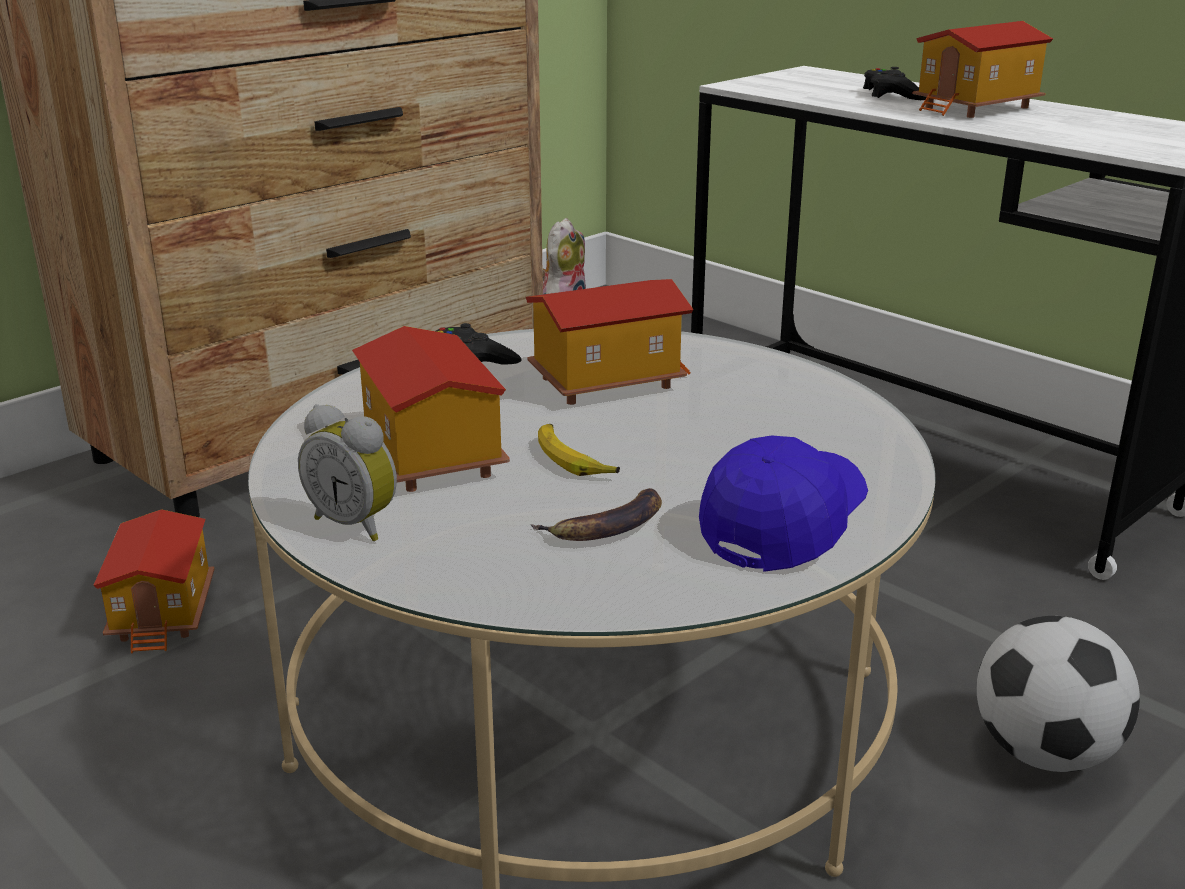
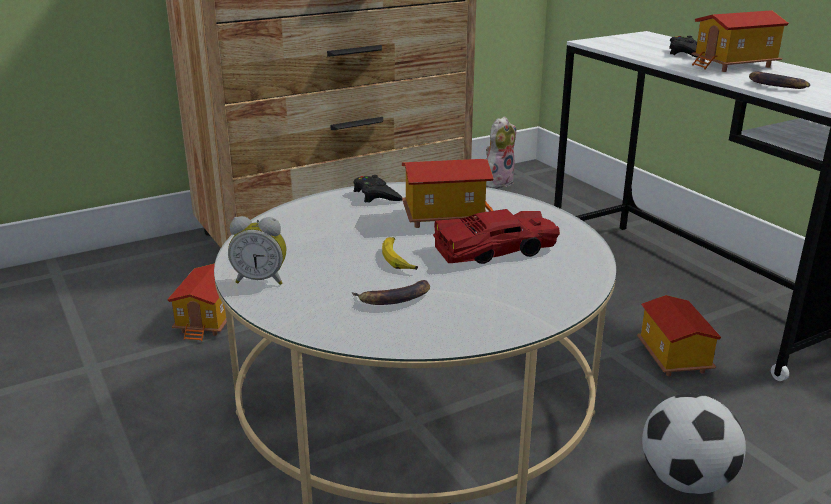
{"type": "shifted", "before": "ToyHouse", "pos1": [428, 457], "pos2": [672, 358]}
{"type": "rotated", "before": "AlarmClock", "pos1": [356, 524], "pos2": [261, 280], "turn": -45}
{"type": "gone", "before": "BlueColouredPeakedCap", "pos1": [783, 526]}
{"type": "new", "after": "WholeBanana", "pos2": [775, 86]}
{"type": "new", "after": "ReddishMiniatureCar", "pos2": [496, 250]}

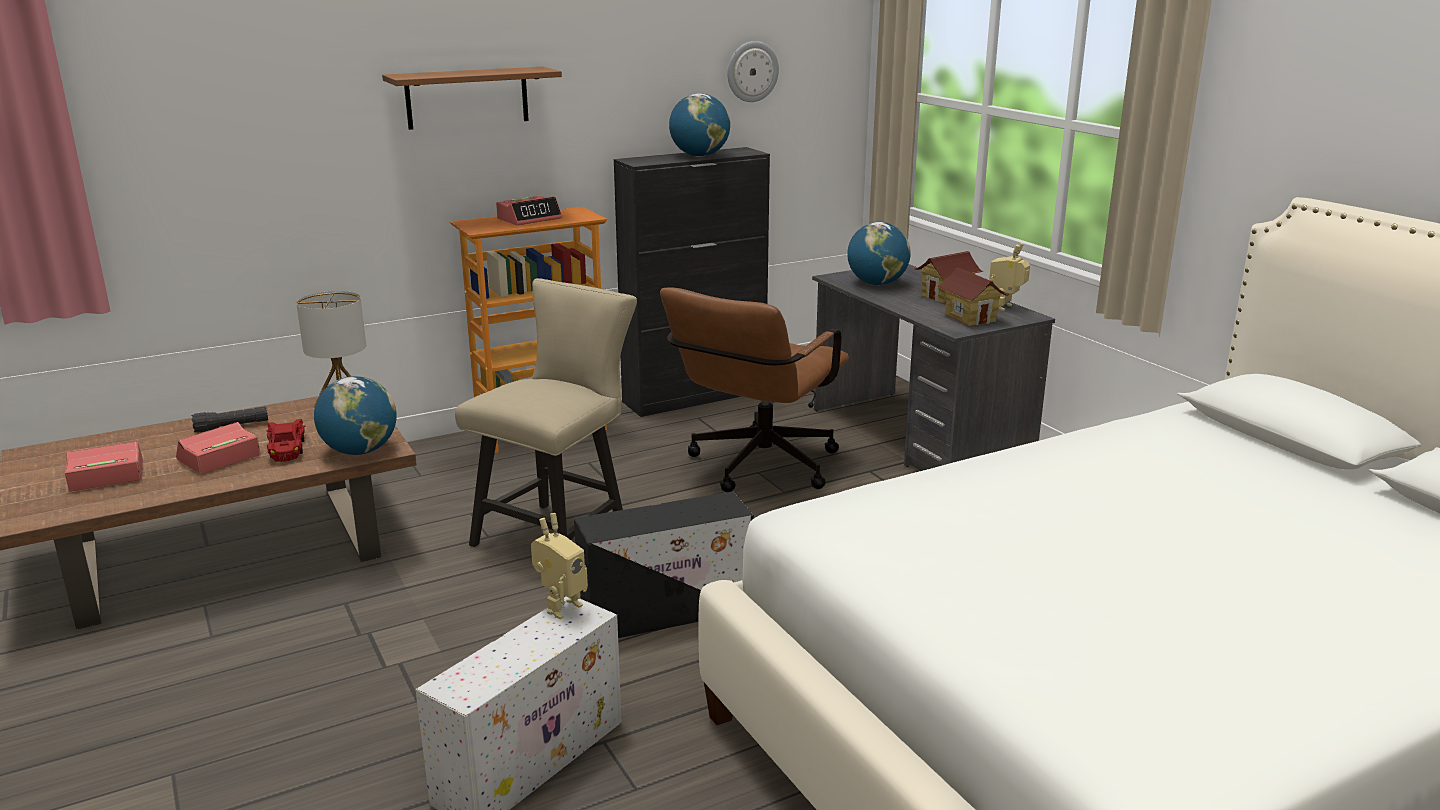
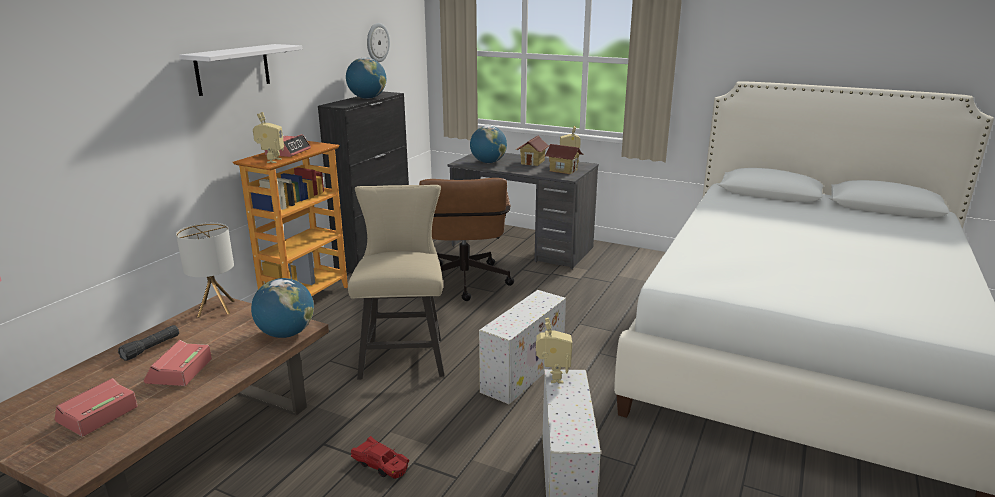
{"type": "repainted", "before": "BrownColouredBracketShelf", "after": "WhiteBracketShelf", "pos1": [467, 97], "pos2": [233, 69]}
{"type": "shifted", "before": "ReddishMiniatureCar", "pos1": [286, 449], "pos2": [381, 464]}
{"type": "repainted", "before": "BlackStorageBox", "after": "WhiteStorageBox", "pos1": [668, 612], "pos2": [524, 372]}
{"type": "new", "after": "ToyRobot", "pos2": [271, 160]}

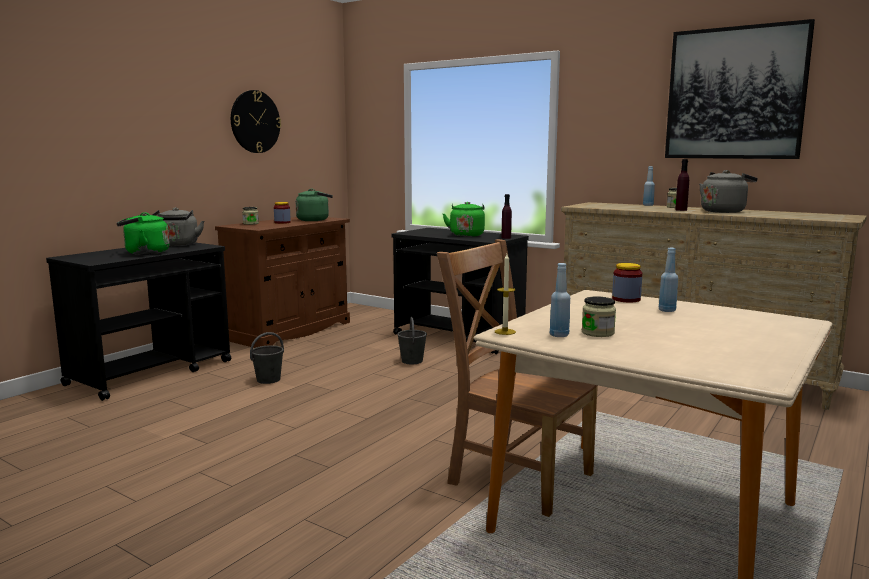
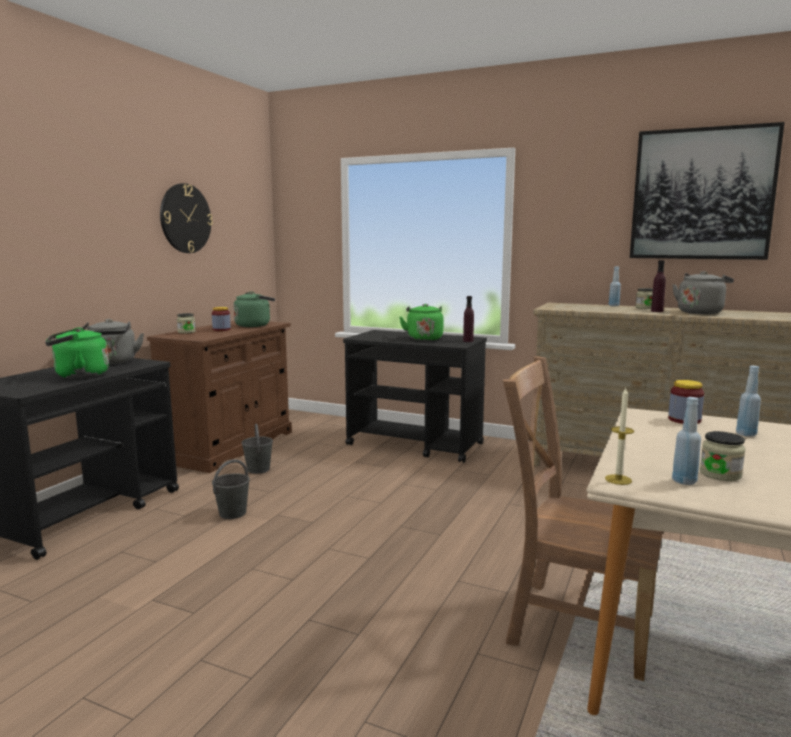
{"type": "shifted", "before": "GreyishWaterBucket", "pos1": [412, 361], "pos2": [258, 469]}

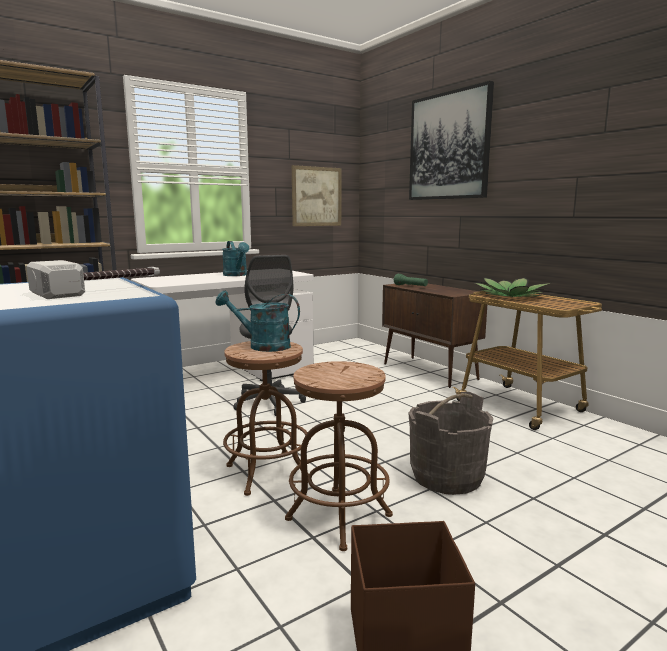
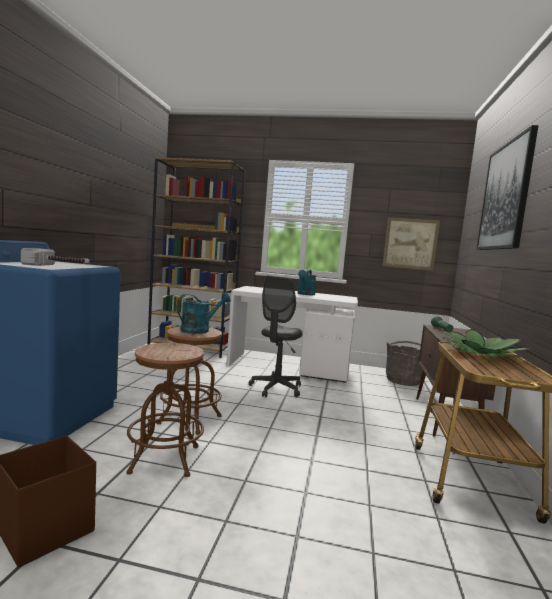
{"type": "rotated", "before": "TurquoiseWateringPot", "pos1": [262, 346], "pos2": [199, 330], "turn": 75}
{"type": "shifted", "before": "GreyishWaterBucket", "pos1": [446, 476], "pos2": [403, 380]}

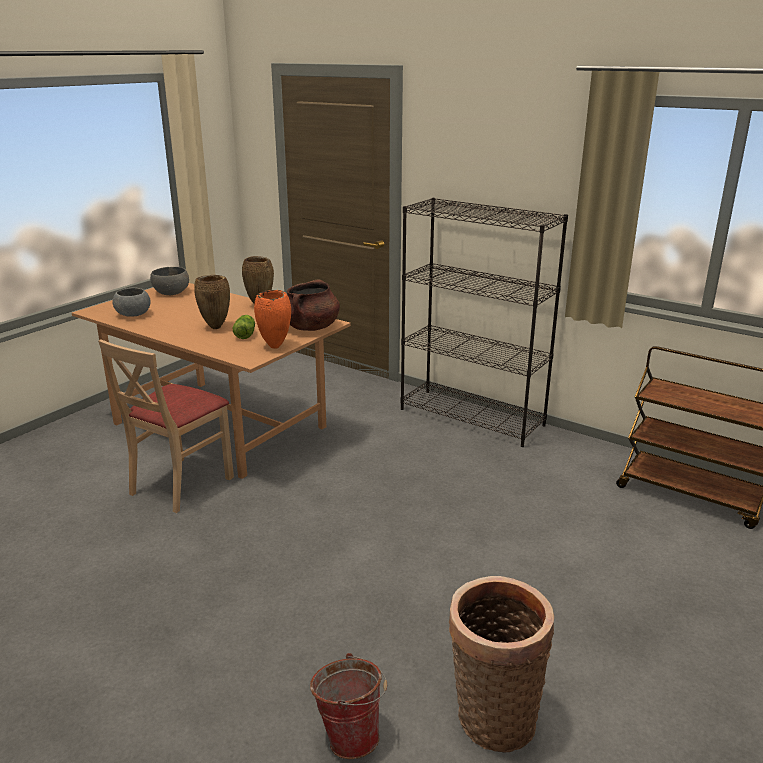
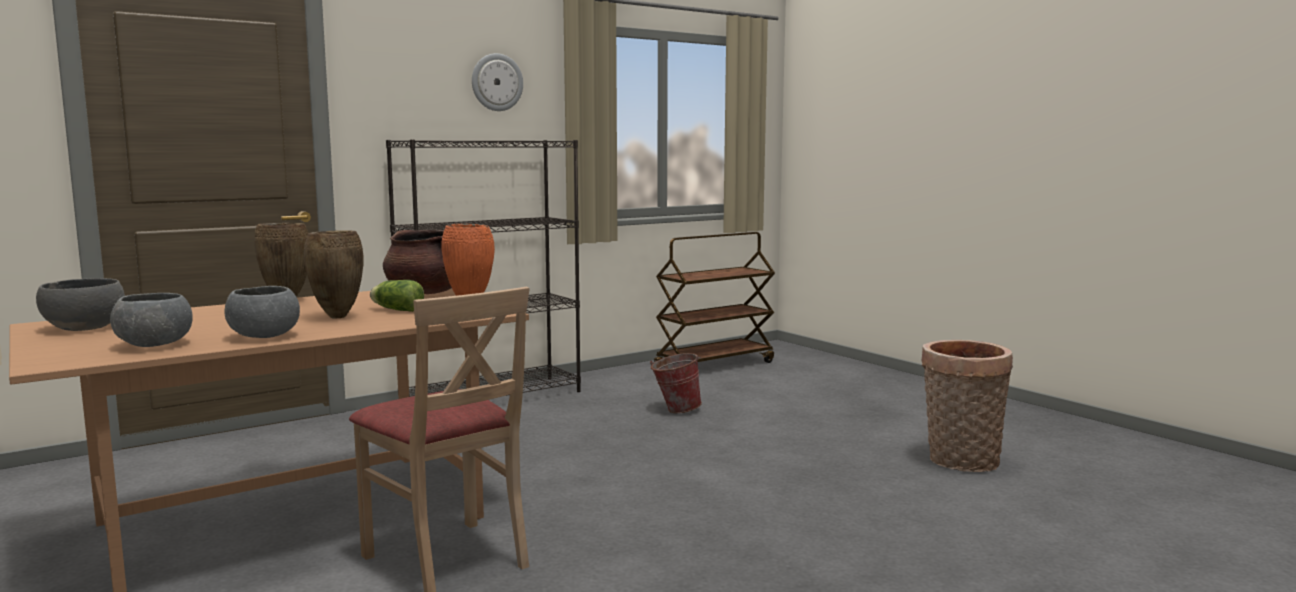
{"type": "shifted", "before": "WaterBucket", "pos1": [350, 734], "pos2": [675, 410]}
{"type": "new", "after": "WallClock", "pos2": [496, 82]}
{"type": "new", "after": "GreyishBowl", "pos2": [264, 336]}

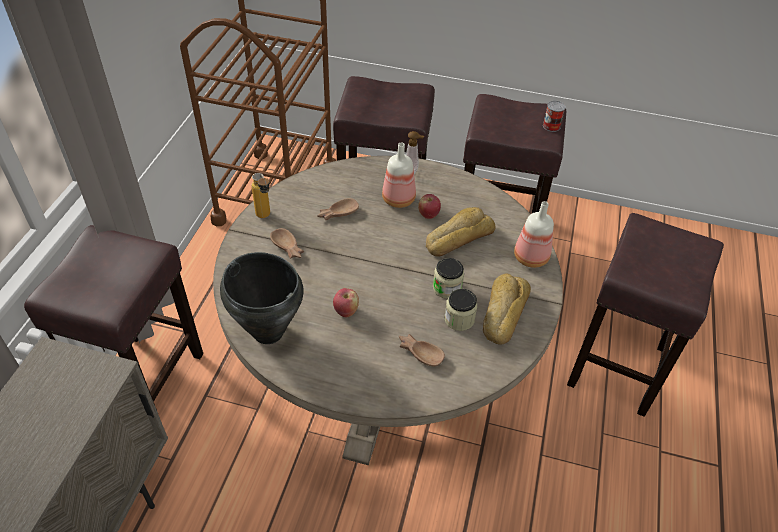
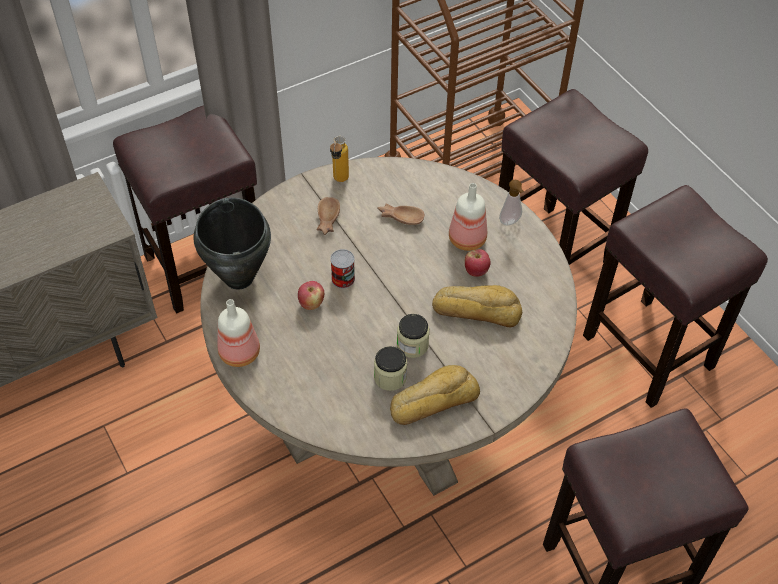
{"type": "shifted", "before": "Can", "pos1": [551, 126], "pos2": [343, 279]}
{"type": "shifted", "before": "Bottle", "pos1": [530, 256], "pos2": [240, 352]}
{"type": "gone", "before": "BrownColouredBowl", "pos1": [420, 352]}

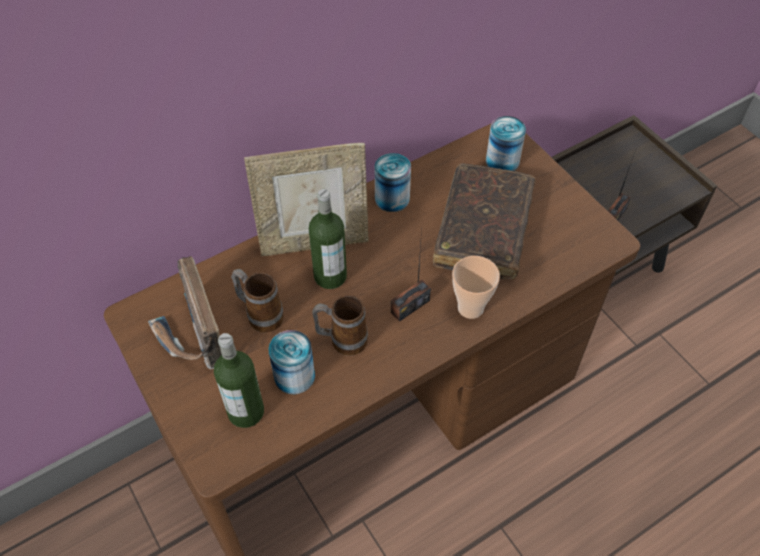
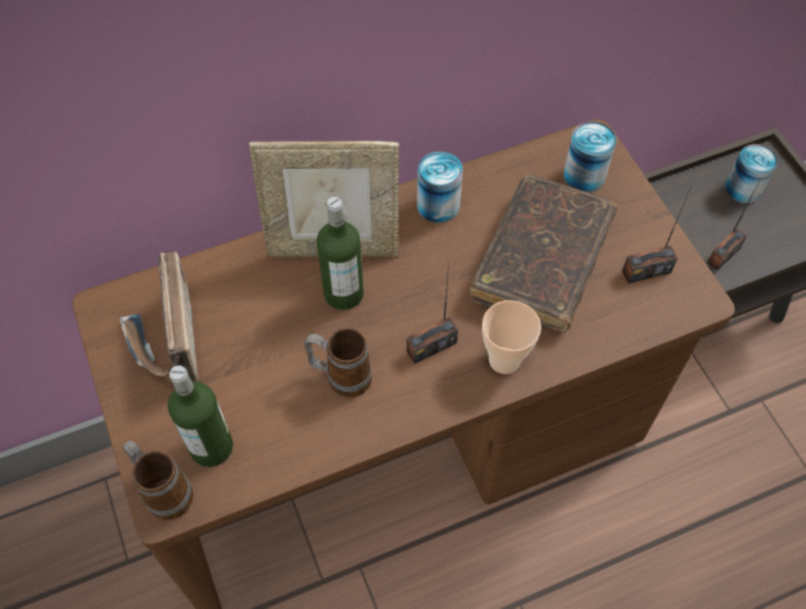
{"type": "shifted", "before": "Mug", "pos1": [260, 314], "pos2": [164, 491]}
{"type": "shifted", "before": "Can", "pos1": [294, 376], "pos2": [743, 189]}
{"type": "new", "after": "Radio", "pos2": [646, 271]}

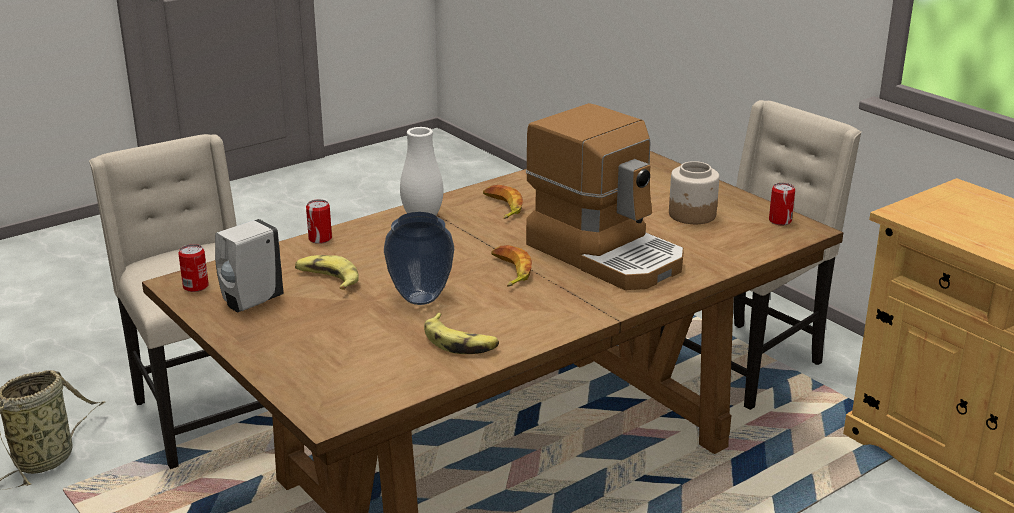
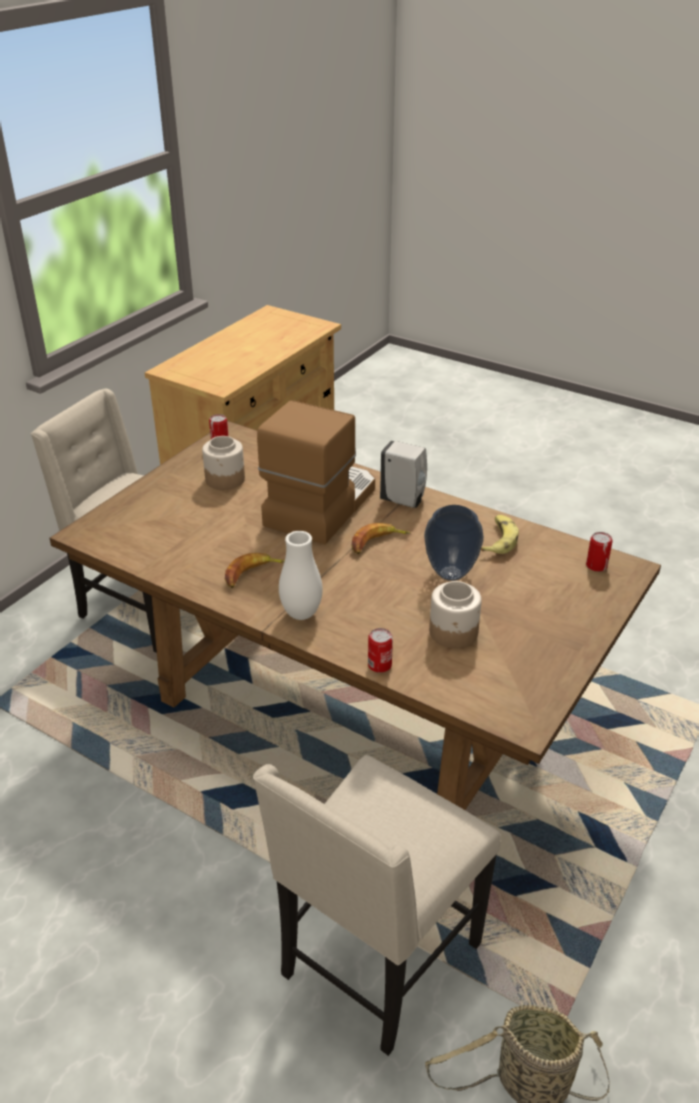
{"type": "shifted", "before": "WhiteSoapBottle", "pos1": [250, 302], "pos2": [404, 500]}
{"type": "shifted", "before": "Can", "pos1": [195, 286], "pos2": [596, 566]}
{"type": "swapped", "before": "WholeBanana", "after": "PreserveJar", "pos1": [327, 279], "pos2": [454, 632]}

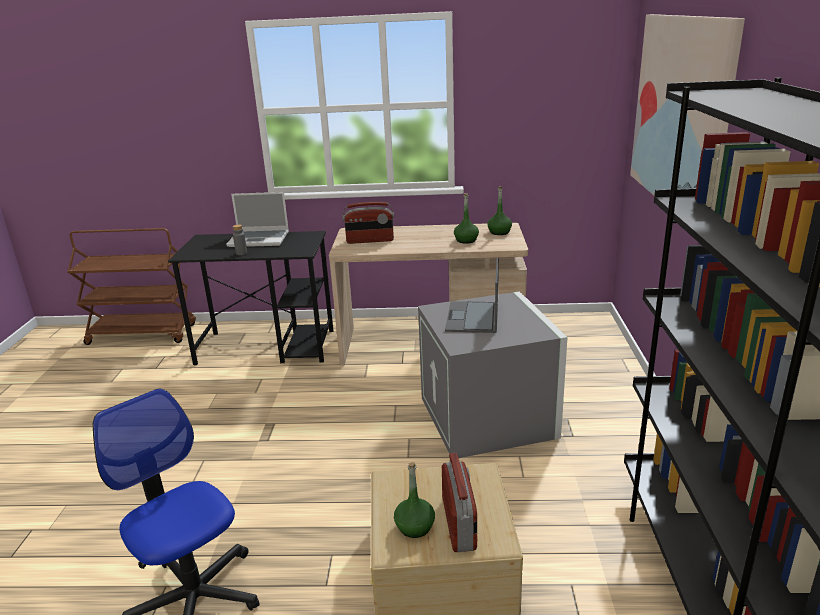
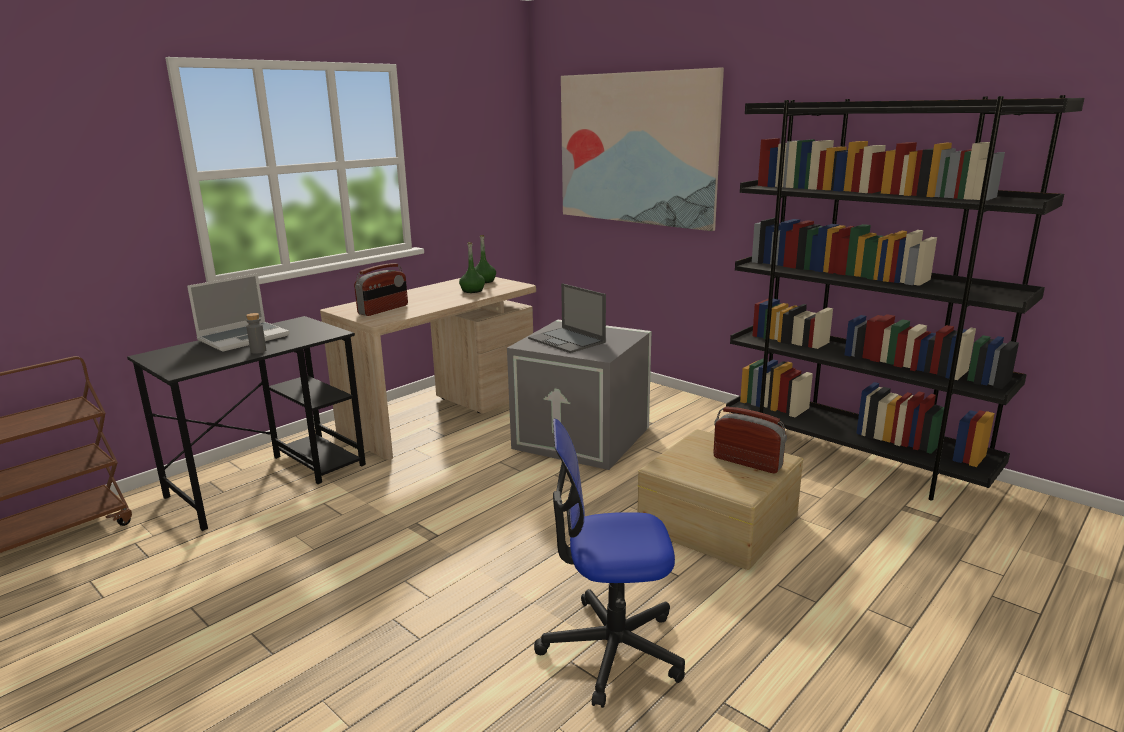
{"type": "gone", "before": "GreenColouredBottle", "pos1": [414, 527]}

